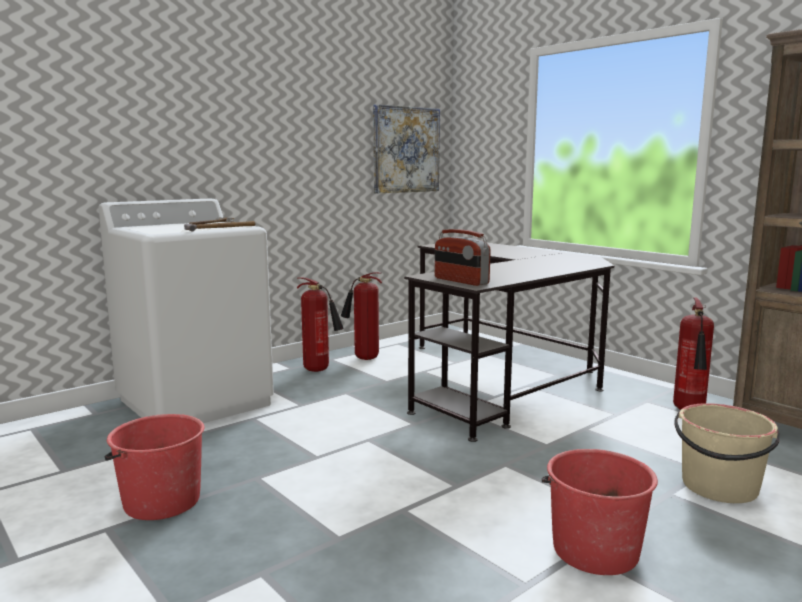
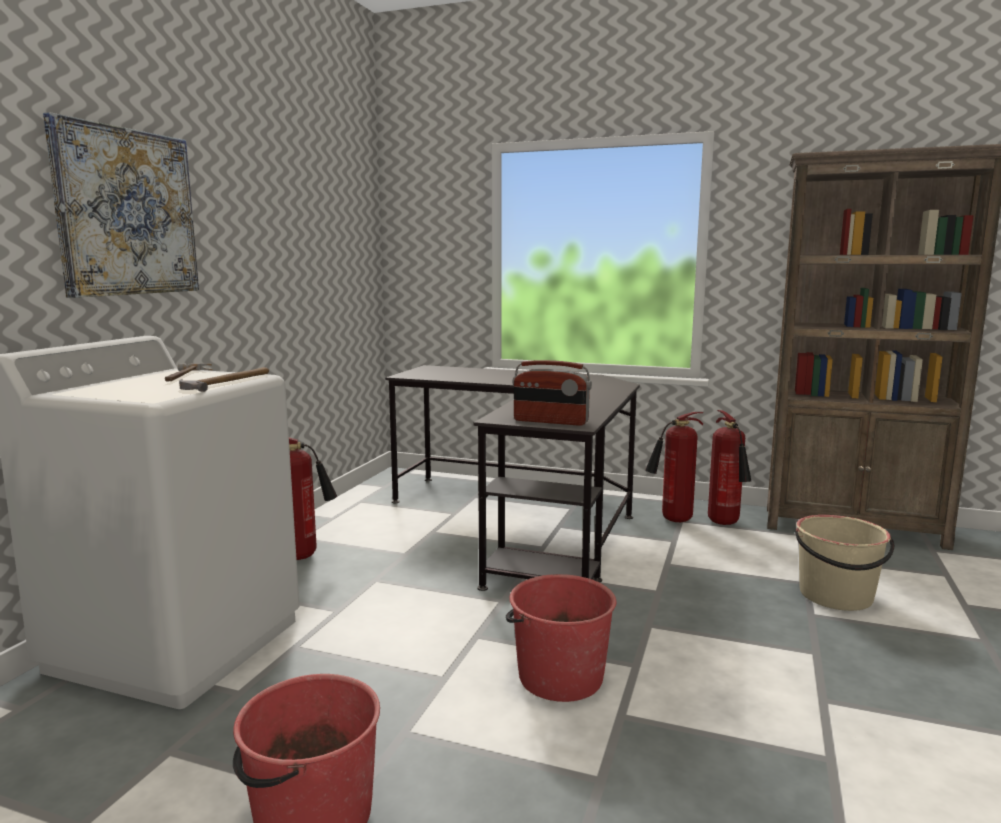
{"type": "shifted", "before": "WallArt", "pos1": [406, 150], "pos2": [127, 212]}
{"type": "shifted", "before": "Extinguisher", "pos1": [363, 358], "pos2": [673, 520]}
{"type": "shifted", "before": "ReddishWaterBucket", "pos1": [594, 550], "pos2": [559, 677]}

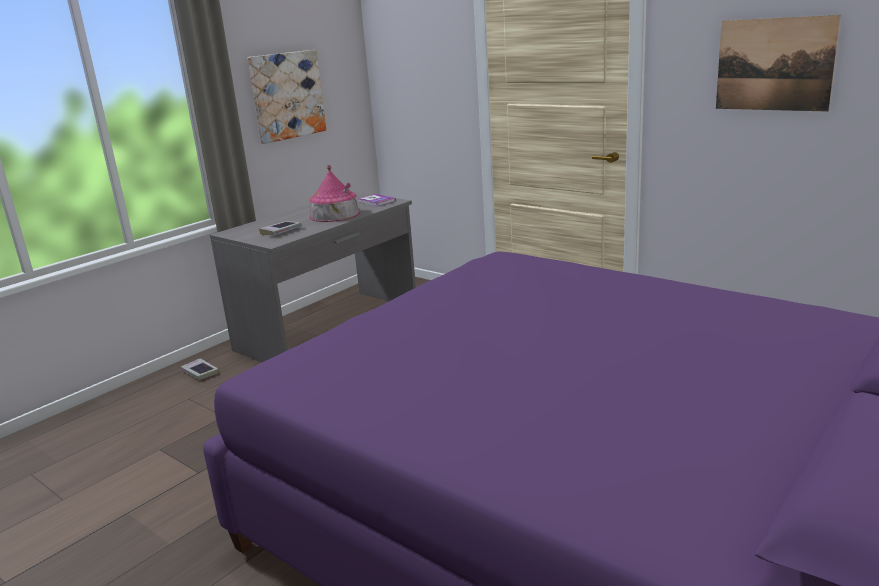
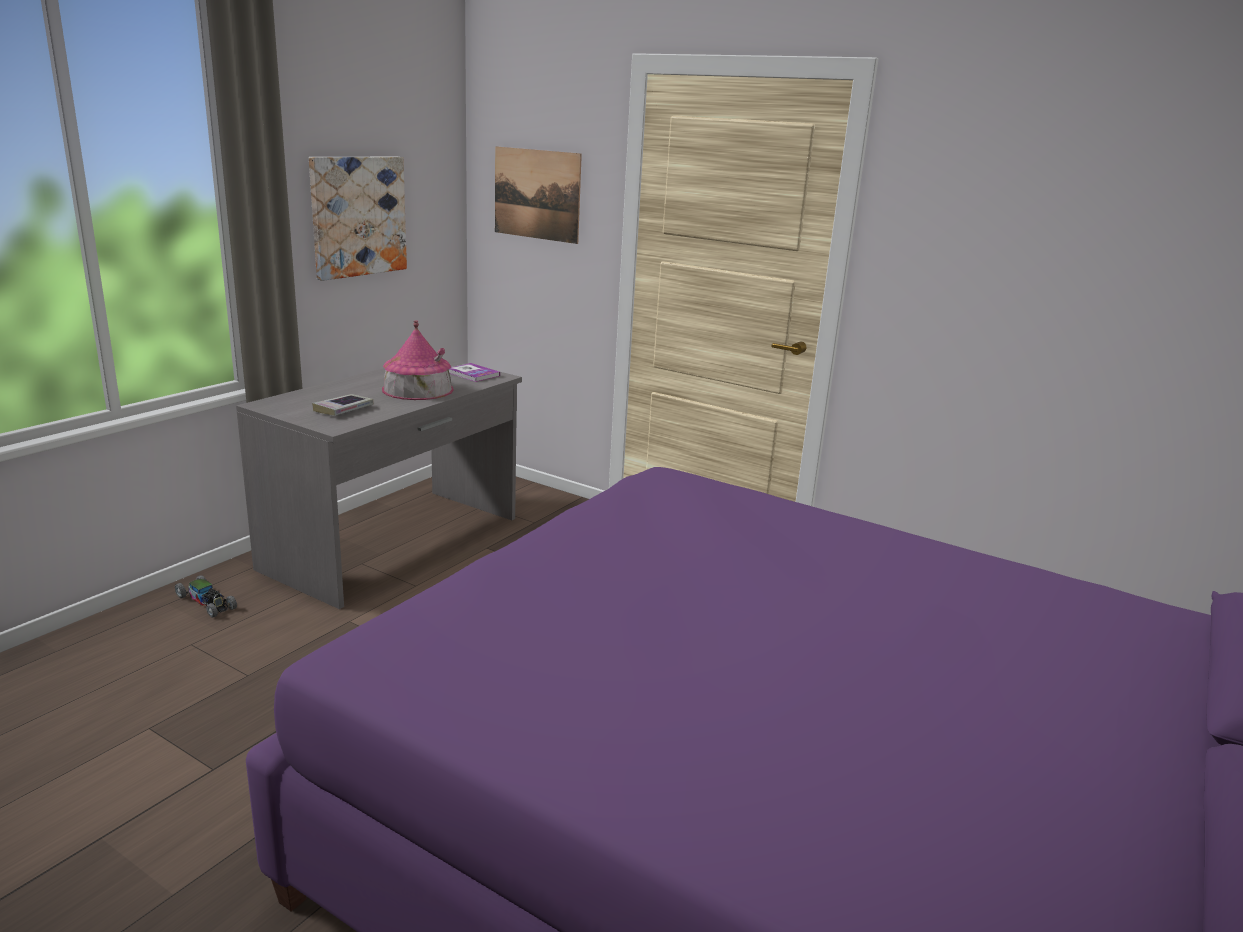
{"type": "shifted", "before": "WallArt", "pos1": [774, 64], "pos2": [536, 194]}
{"type": "swapped", "before": "BoundBook", "after": "MiniatureCar", "pos1": [200, 372], "pos2": [206, 602]}

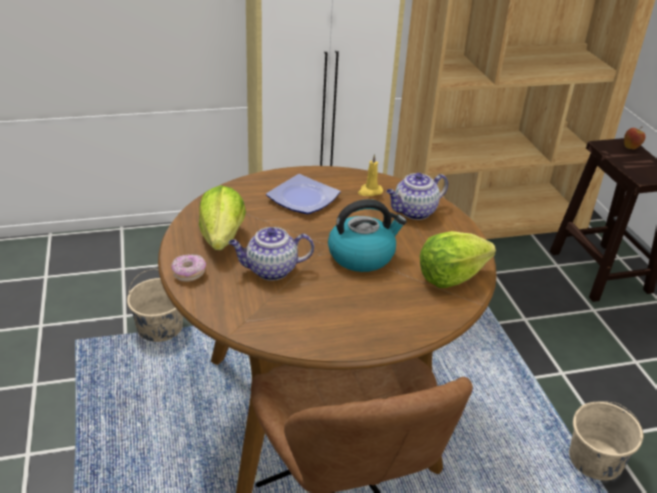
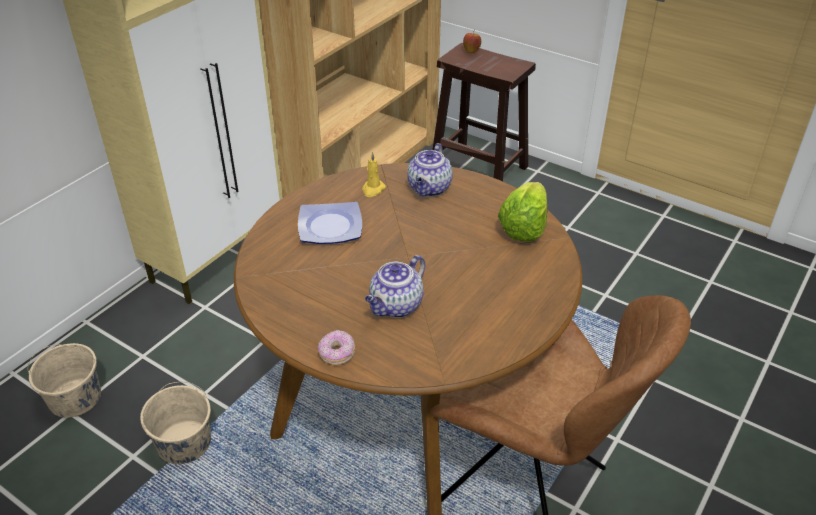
{"type": "gone", "before": "Lettuce", "pos1": [222, 238]}
{"type": "gone", "before": "Kettle", "pos1": [362, 255]}
{"type": "shifted", "before": "SandColouredWaterBucket", "pos1": [596, 460], "pos2": [76, 398]}

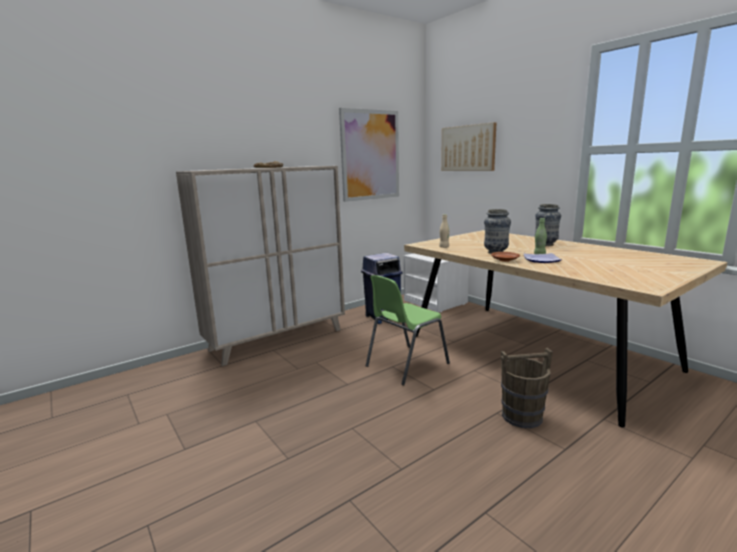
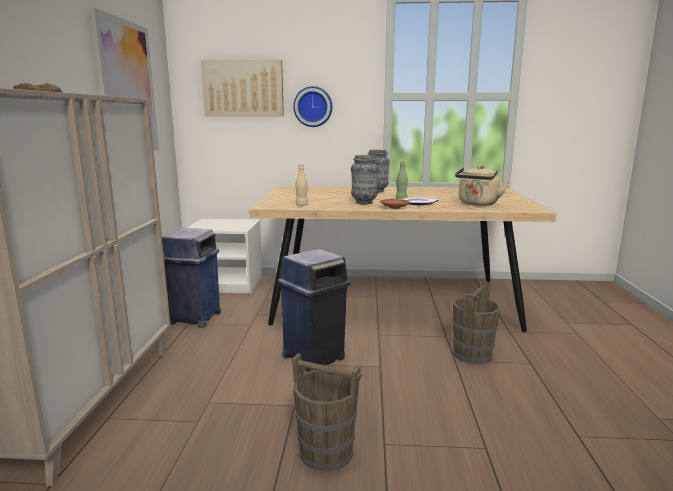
{"type": "swapped", "before": "GreenColouredUprightChair", "after": "BlueColouredWasteBin", "pos1": [405, 365], "pos2": [314, 357]}
{"type": "new", "after": "WallClock", "pos2": [313, 107]}
{"type": "new", "after": "SandColouredKettle", "pos2": [477, 204]}
{"type": "new", "after": "BrownColouredWaterBucket", "pos2": [325, 451]}

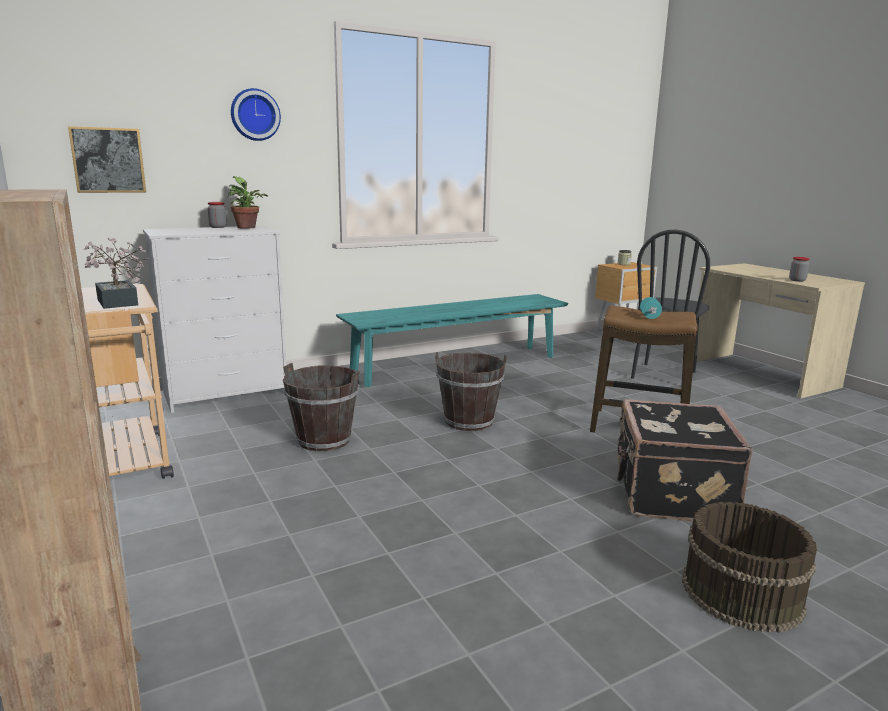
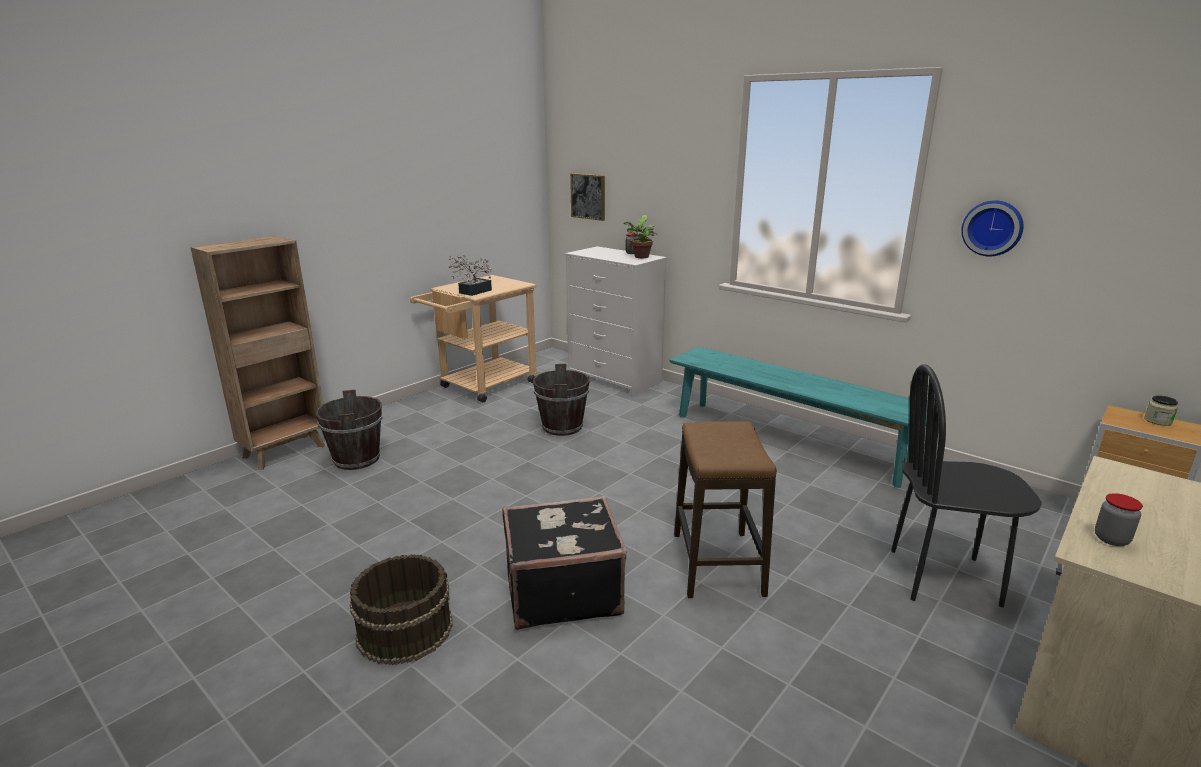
{"type": "shifted", "before": "WallClock", "pos1": [254, 115], "pos2": [992, 228]}
{"type": "gone", "before": "TurquoiseFreeWeight", "pos1": [649, 317]}
{"type": "shifted", "before": "BrownColouredWaterBucket", "pos1": [469, 421], "pos2": [357, 459]}

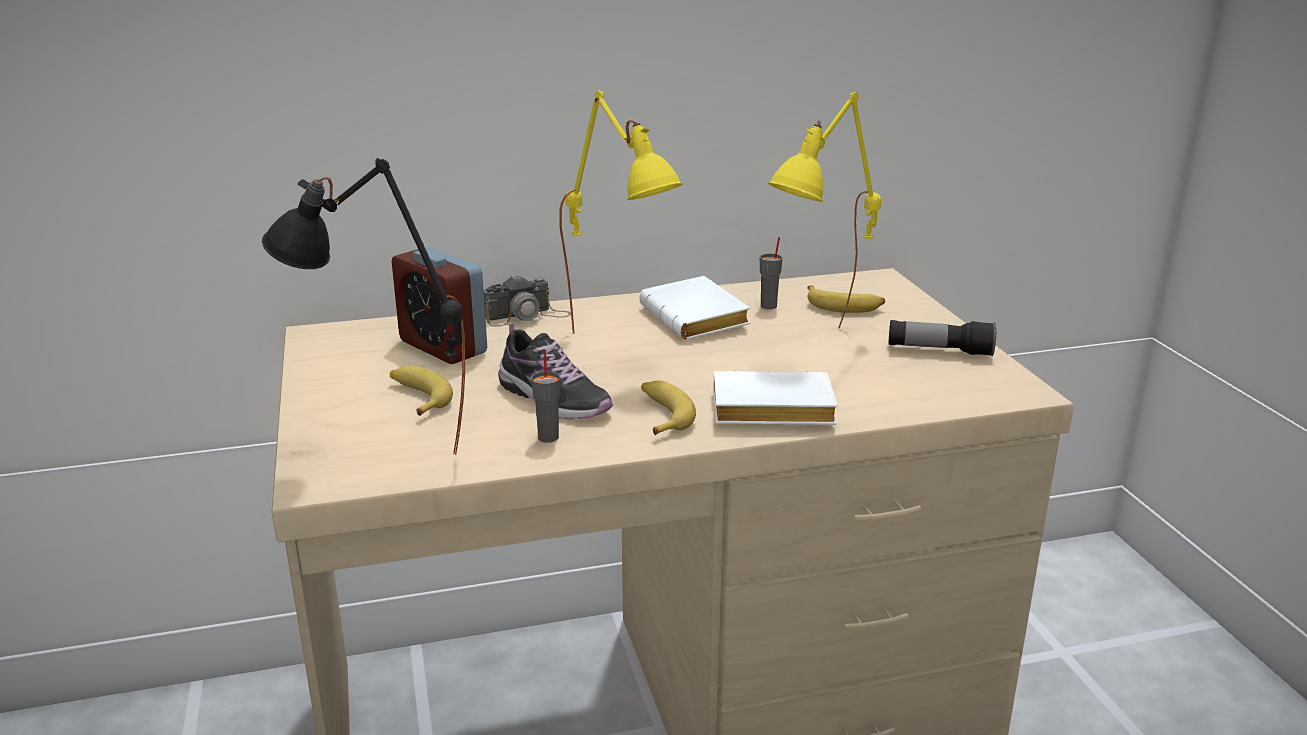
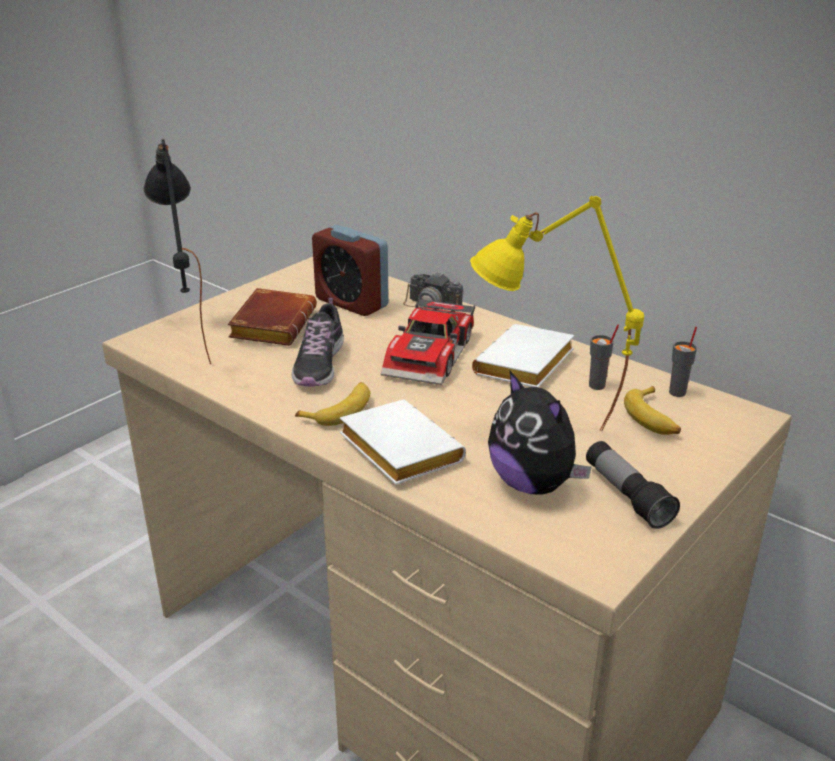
{"type": "swapped", "before": "YellowishTabletopLamp", "after": "MiniatureCar", "pos1": [620, 346], "pos2": [433, 356]}
{"type": "rotated", "before": "AlarmClock", "pos1": [443, 347], "pos2": [351, 303], "turn": -60}
{"type": "shifted", "before": "GreyishSmallCup", "pos1": [549, 437], "pos2": [678, 392]}
{"type": "swapped", "before": "WholeBanana", "after": "BrownColouredBoundBook", "pos1": [418, 398], "pos2": [272, 324]}
{"type": "new", "after": "CuddlyToy", "pos2": [533, 484]}

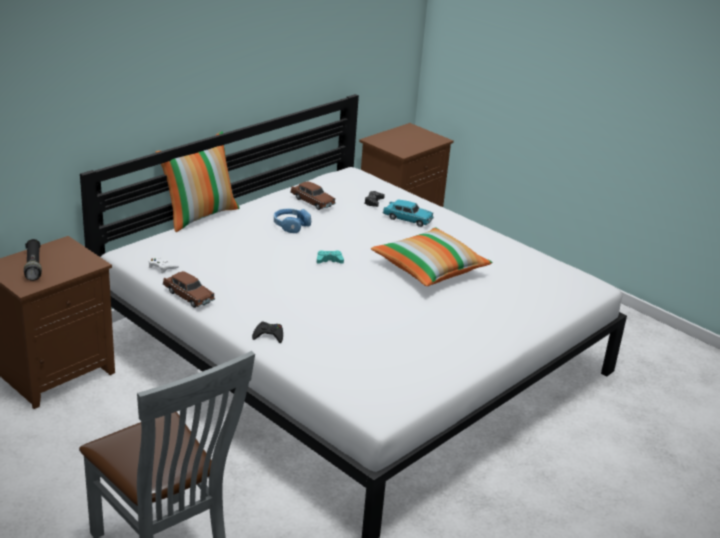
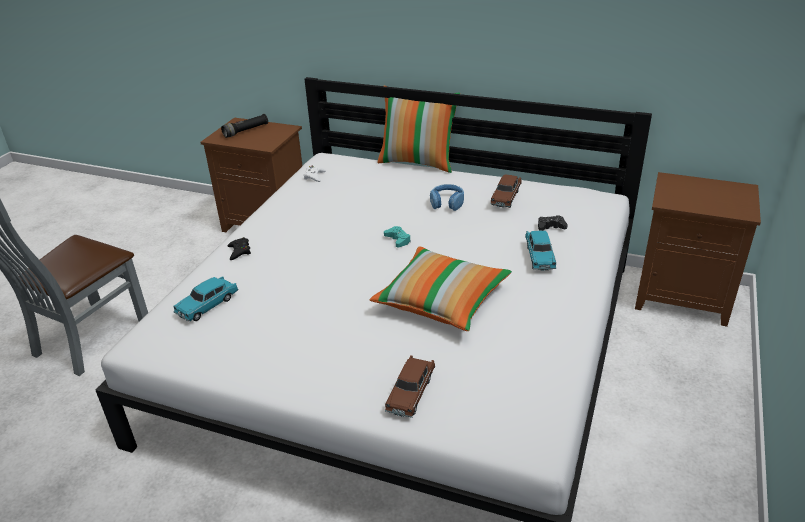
{"type": "shifted", "before": "BrownColouredMiniatureCar", "pos1": [188, 296], "pos2": [411, 393]}
{"type": "new", "after": "TurquoiseMiniatureCar", "pos2": [208, 305]}

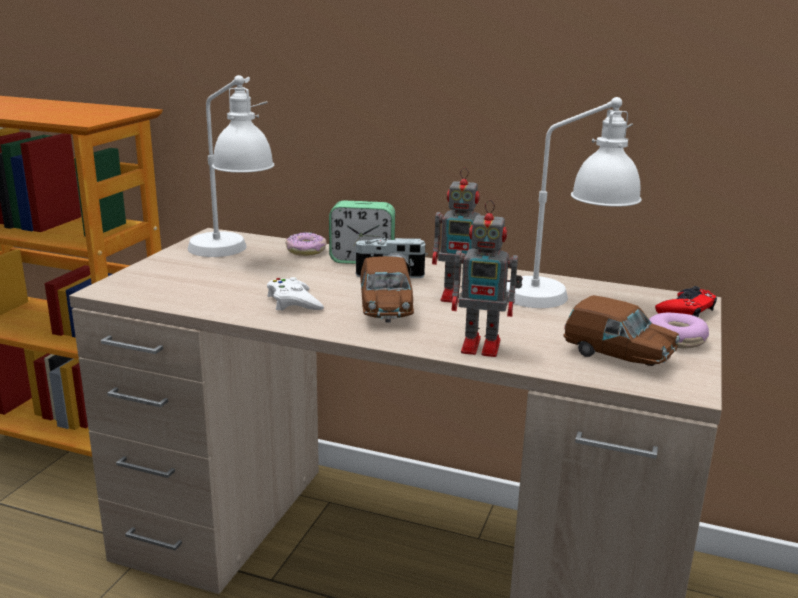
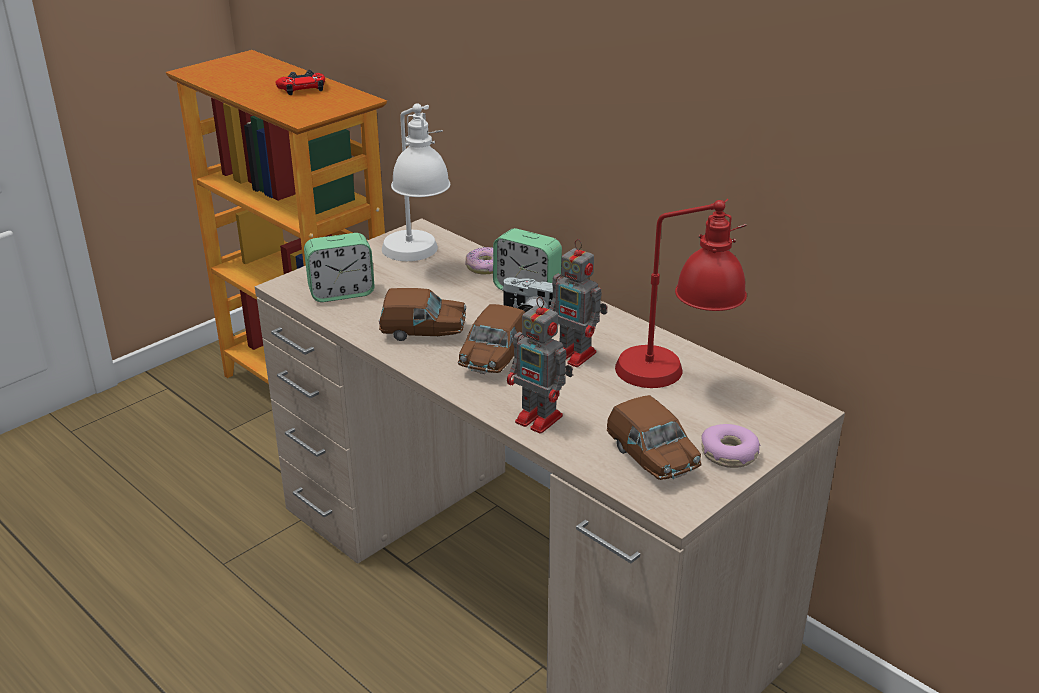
{"type": "repainted", "before": "WhiteTabletopLamp", "after": "ReddishTabletopLamp", "pos1": [564, 297], "pos2": [675, 378]}
{"type": "swapped", "before": "WhiteJoypad", "after": "BrownColouredMiniatureCar", "pos1": [293, 302], "pos2": [423, 332]}
{"type": "shifted", "before": "ReddishJoypad", "pos1": [686, 310], "pos2": [302, 88]}
{"type": "new", "after": "AlarmClock", "pos2": [341, 293]}

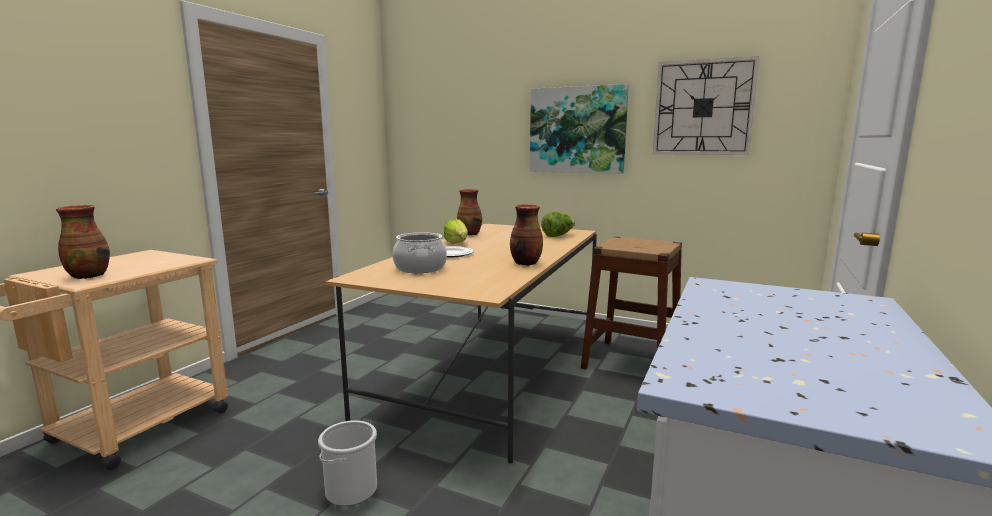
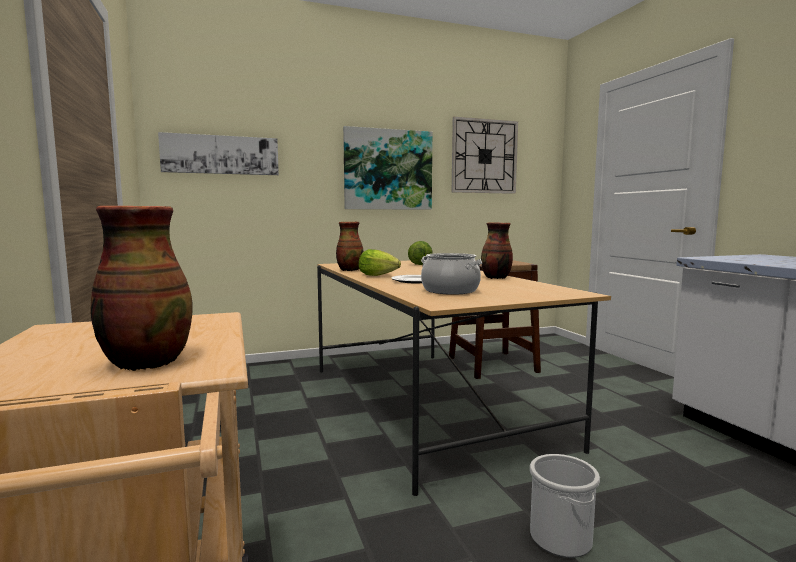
{"type": "new", "after": "WallArt", "pos2": [221, 155]}

